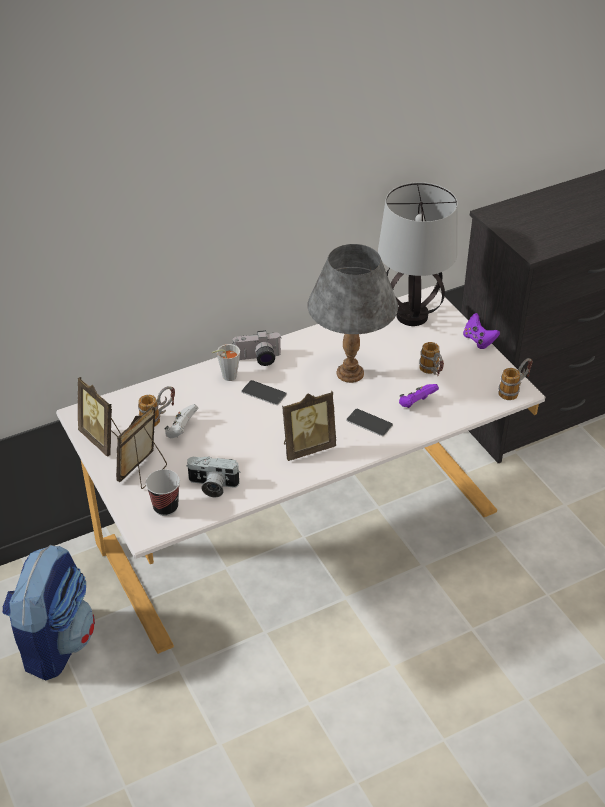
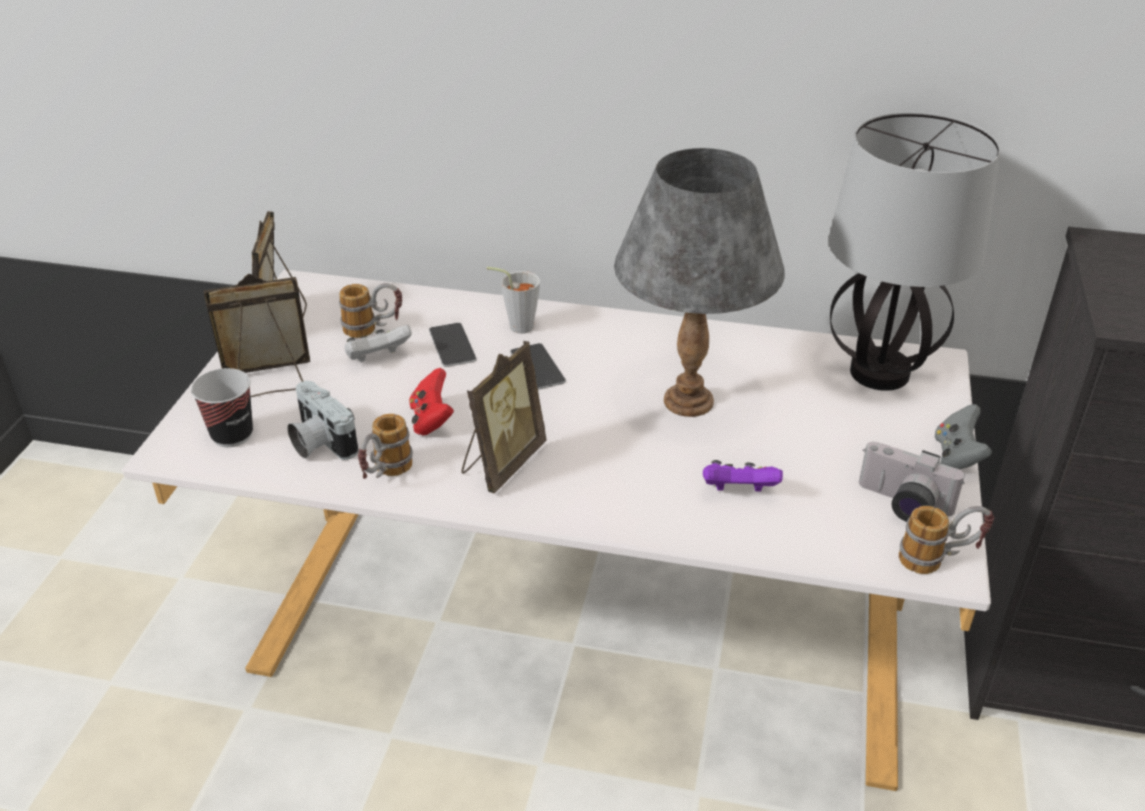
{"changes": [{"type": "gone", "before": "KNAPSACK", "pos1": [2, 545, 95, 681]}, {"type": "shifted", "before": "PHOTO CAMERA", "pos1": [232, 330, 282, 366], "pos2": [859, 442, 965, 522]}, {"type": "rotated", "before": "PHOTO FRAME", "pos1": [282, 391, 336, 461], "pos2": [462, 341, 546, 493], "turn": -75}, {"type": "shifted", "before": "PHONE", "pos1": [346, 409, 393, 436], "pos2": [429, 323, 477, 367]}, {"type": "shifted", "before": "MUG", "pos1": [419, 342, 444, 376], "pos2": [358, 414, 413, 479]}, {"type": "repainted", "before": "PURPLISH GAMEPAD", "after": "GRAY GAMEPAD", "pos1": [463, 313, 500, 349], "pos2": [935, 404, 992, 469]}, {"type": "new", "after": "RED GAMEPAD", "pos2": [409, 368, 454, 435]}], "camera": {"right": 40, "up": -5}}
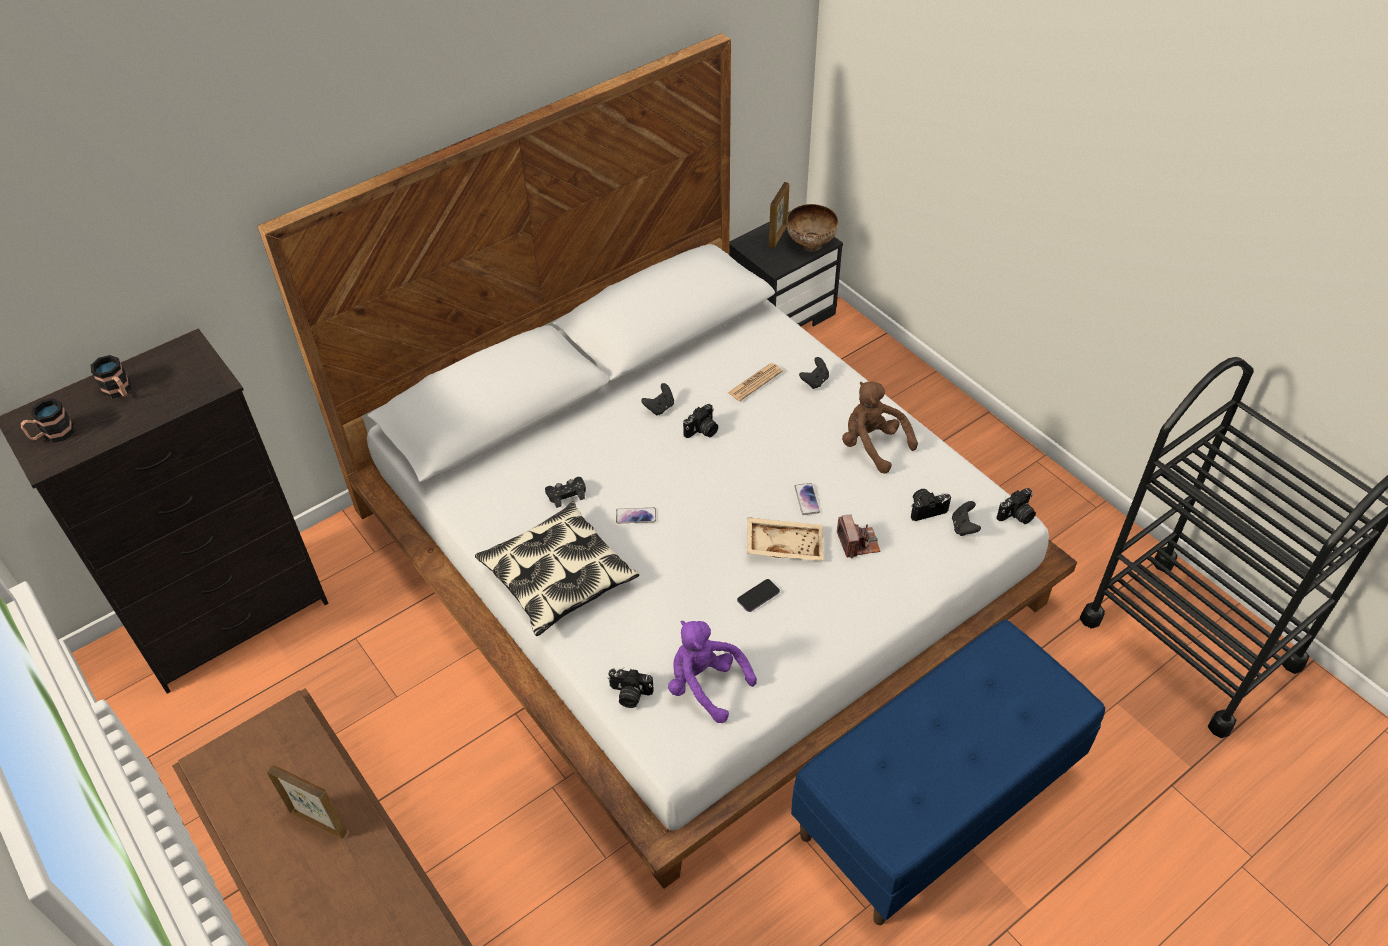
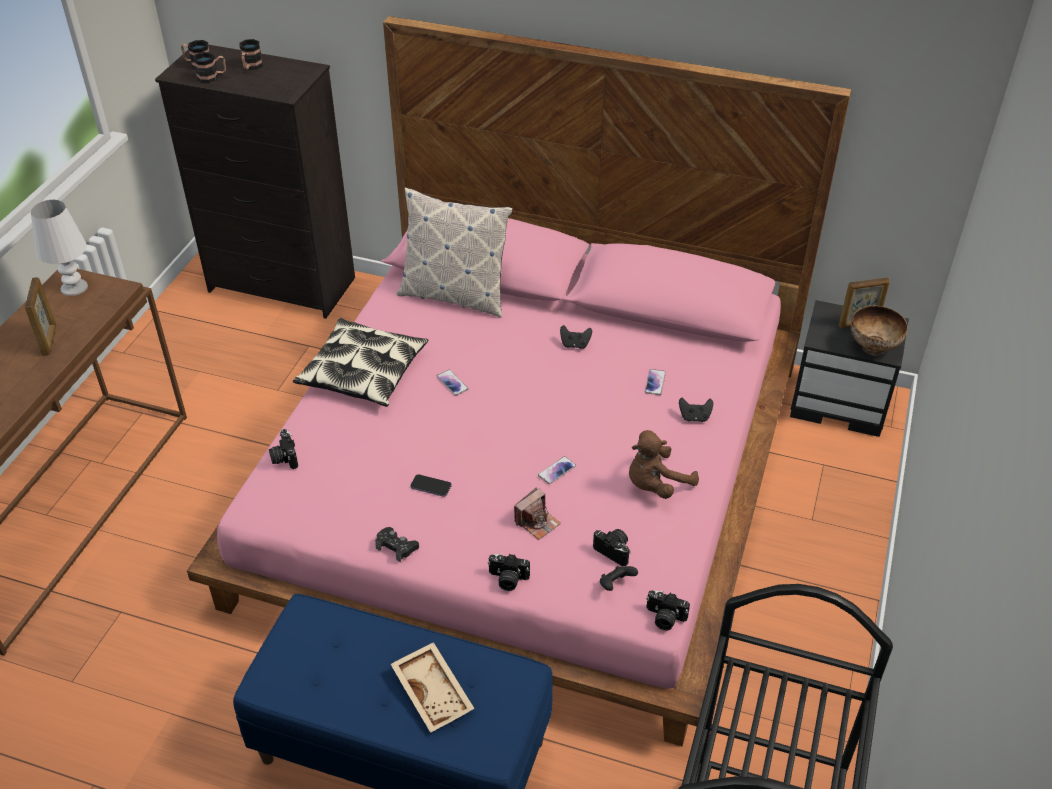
{"changes": [{"type": "repainted", "before": "WHITISH BED", "after": "PINKISH BED", "pos1": [257, 33, 1077, 889], "pos2": [187, 16, 851, 746]}, {"type": "shifted", "before": "BLACK-COLOURED GAMEPAD", "pos1": [545, 477, 586, 508], "pos2": [375, 527, 419, 562]}, {"type": "gone", "before": "PURPLISH PLUSH TOY", "pos1": [668, 621, 757, 723]}, {"type": "shifted", "before": "PHOTO CAMERA", "pos1": [683, 404, 718, 438], "pos2": [488, 553, 530, 591]}, {"type": "swapped", "before": "PRINTED PAPER", "after": "PHONE", "pos1": [728, 363, 783, 401], "pos2": [645, 369, 666, 395]}, {"type": "shifted", "before": "SAND-COLOURED CARRYING TRAY", "pos1": [747, 517, 824, 561], "pos2": [391, 642, 475, 733]}, {"type": "rotated", "before": "BROWN-COLOURED PLUSH TOY", "pos1": [842, 381, 918, 474], "pos2": [629, 430, 699, 499], "turn": -135}, {"type": "new", "after": "WHITISH LAMP FOR A TABLE", "pos2": [31, 200, 88, 296]}, {"type": "new", "after": "MUG", "pos2": [193, 52, 226, 83]}, {"type": "new", "after": "PILLOW", "pos2": [397, 187, 513, 318]}], "camera": {"right": 55, "up": -5}}
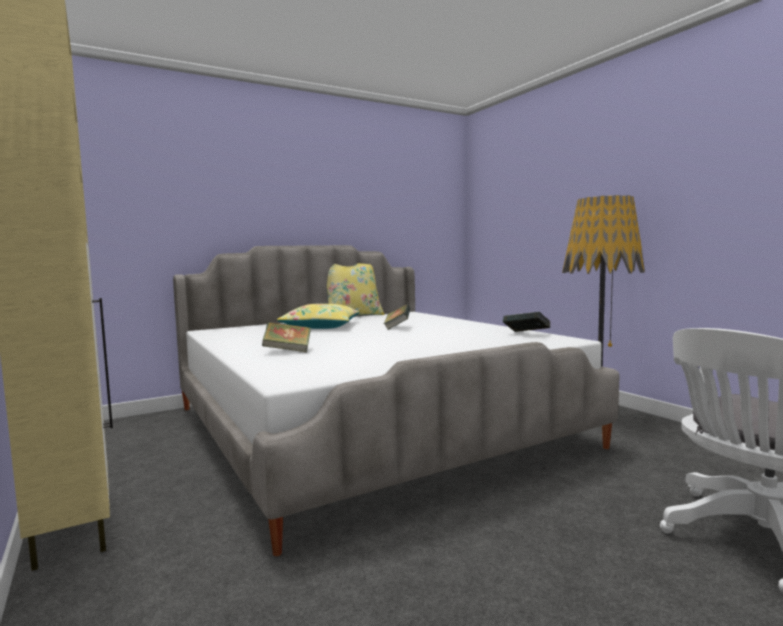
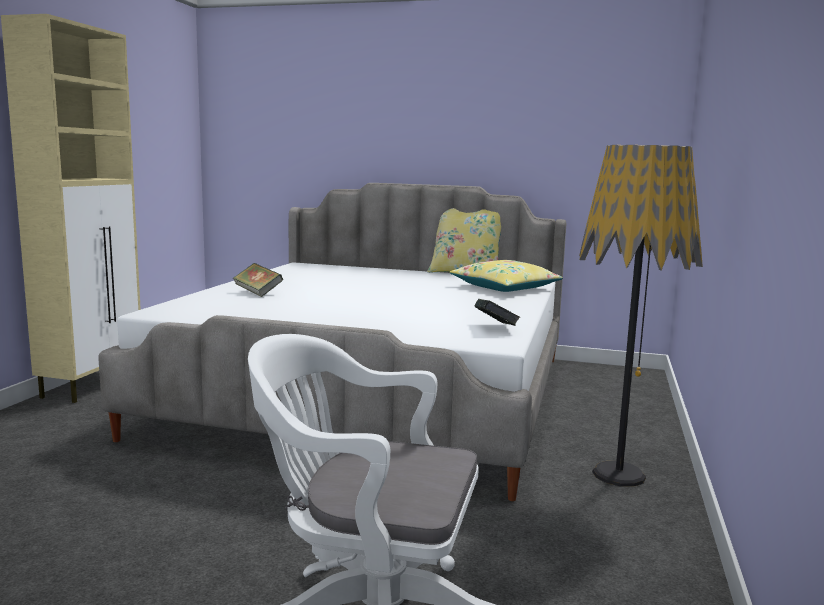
{"changes": [{"type": "shifted", "before": "YELLOW PILLOW", "pos1": [277, 304, 359, 329], "pos2": [449, 260, 563, 292]}, {"type": "gone", "before": "VOLUME", "pos1": [384, 304, 411, 330]}], "camera": {"right": 45, "up": 5}}
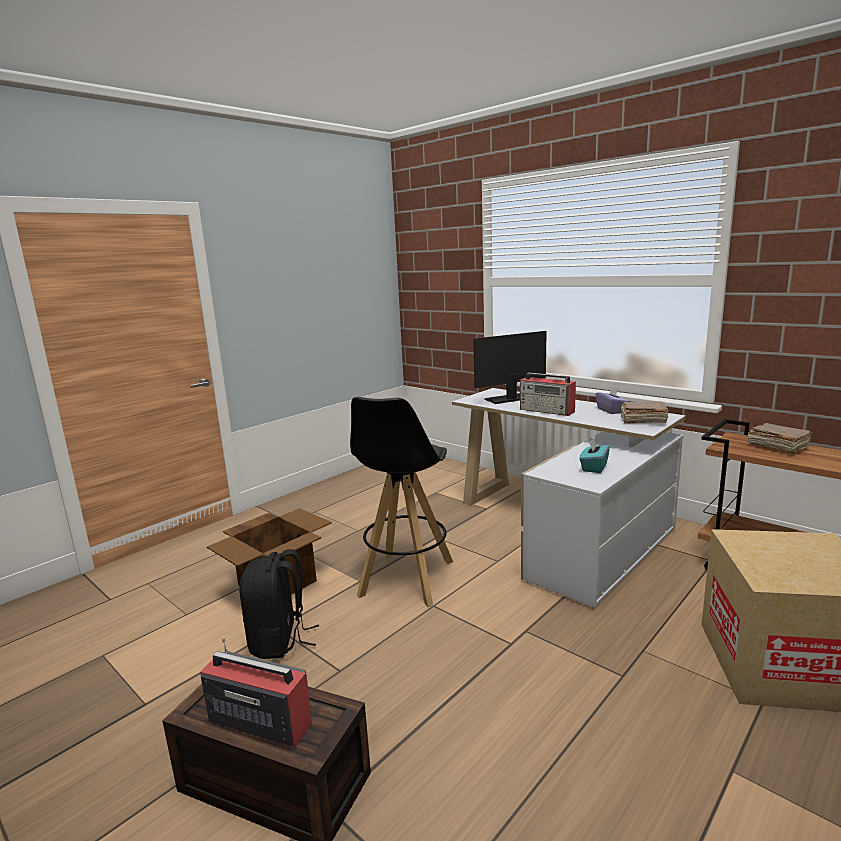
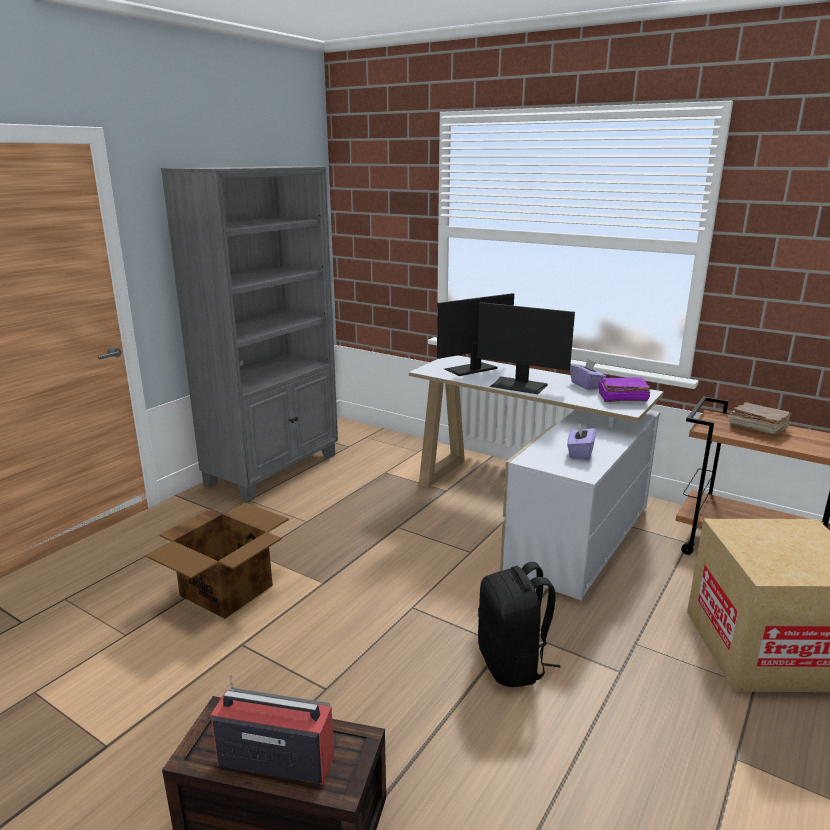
{"changes": [{"type": "shifted", "before": "BLACK-COLOURED KNAPSACK", "pos1": [239, 549, 319, 659], "pos2": [478, 562, 560, 687]}, {"type": "gone", "before": "BLACK-COLOURED STOOL SEAT", "pos1": [350, 397, 453, 607]}, {"type": "swapped", "before": "RADIO SET", "after": "COMPUTER DISPLAY", "pos1": [520, 373, 576, 416], "pos2": [477, 302, 575, 394]}, {"type": "repainted", "before": "TURQUOISE TISSUE BOX", "after": "PURPLISH TISSUE BOX", "pos1": [580, 438, 610, 473], "pos2": [567, 422, 596, 460]}, {"type": "repainted", "before": "BROWN-COLOURED VOLUME", "after": "PURPLISH VOLUME", "pos1": [621, 402, 668, 424], "pos2": [599, 377, 651, 402]}, {"type": "new", "after": "GRAY SHELVING UNIT", "pos2": [161, 166, 338, 502]}], "camera": {"right": -10, "up": 5}}
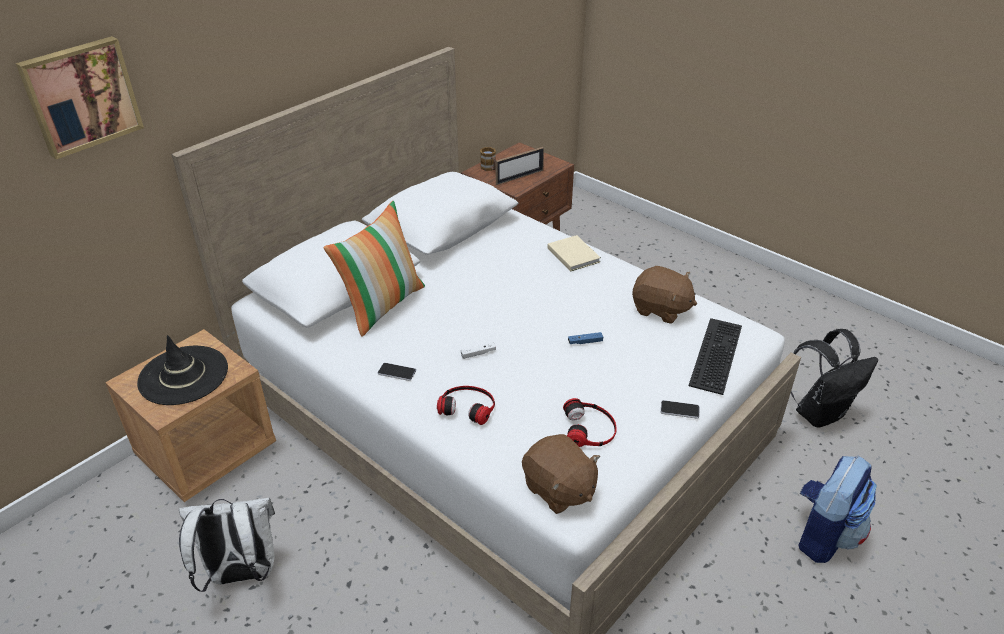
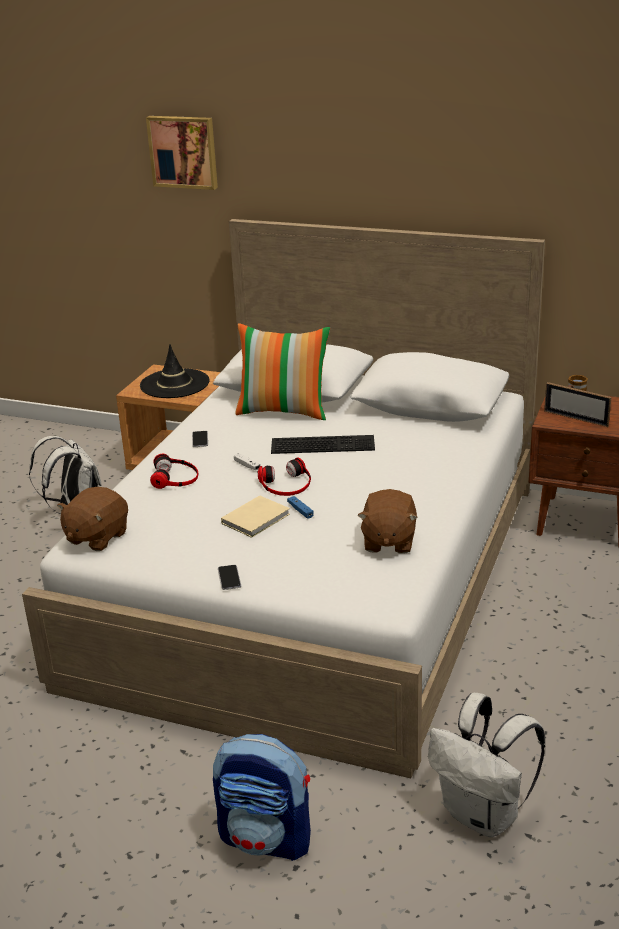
{"changes": [{"type": "shifted", "before": "SAND-COLOURED VOLUME", "pos1": [548, 235, 601, 272], "pos2": [221, 495, 290, 538]}, {"type": "shifted", "before": "HEADPHONES", "pos1": [563, 398, 617, 447], "pos2": [258, 458, 311, 496]}, {"type": "shifted", "before": "PC KEYBOARD", "pos1": [689, 318, 742, 395], "pos2": [271, 435, 375, 454]}, {"type": "repainted", "before": "BLACK-COLOURED KNAPSACK", "after": "WHITISH KNAPSACK", "pos1": [791, 329, 878, 428], "pos2": [428, 693, 545, 837]}], "camera": {"right": 70, "up": -10}}
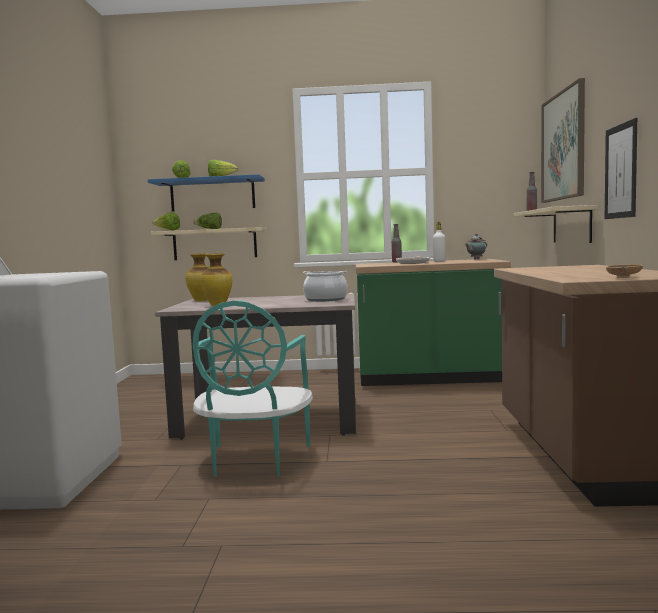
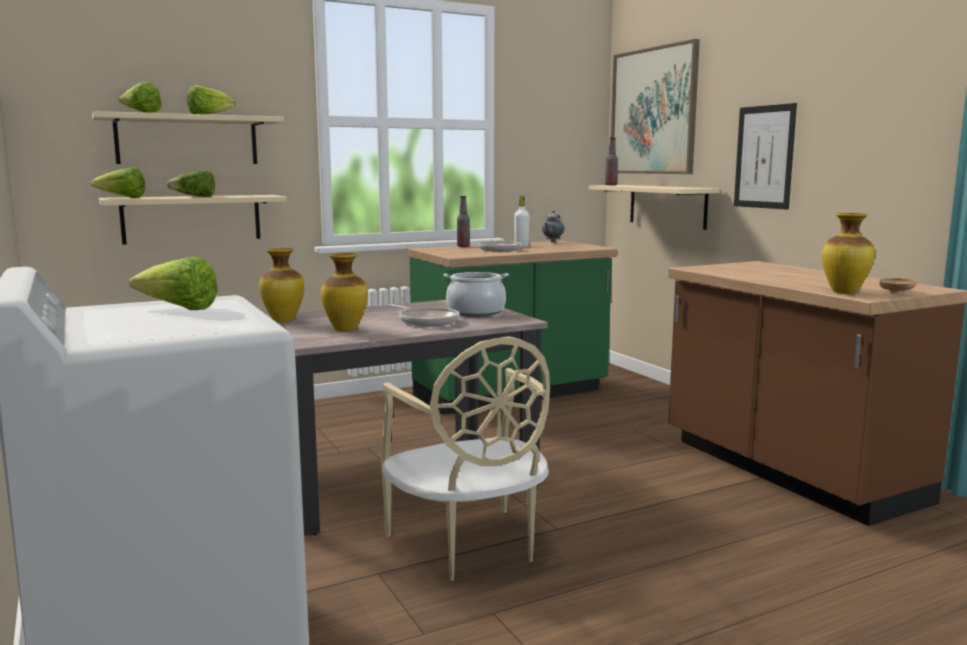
{"changes": [{"type": "repainted", "before": "BLUISH SHELF", "after": "SAND-COLOURED SHELF", "pos1": [148, 174, 265, 212], "pos2": [92, 111, 284, 164]}, {"type": "repainted", "before": "TURQUOISE UPRIGHT CHAIR", "after": "SAND-COLOURED UPRIGHT CHAIR", "pos1": [193, 301, 313, 477], "pos2": [381, 336, 550, 581]}, {"type": "new", "after": "LETTUCE", "pos2": [129, 257, 218, 310]}, {"type": "new", "after": "SKILLET", "pos2": [388, 304, 460, 327]}, {"type": "new", "after": "FLOWER VASE", "pos2": [822, 213, 875, 294]}], "camera": {"right": -30, "up": 5}}
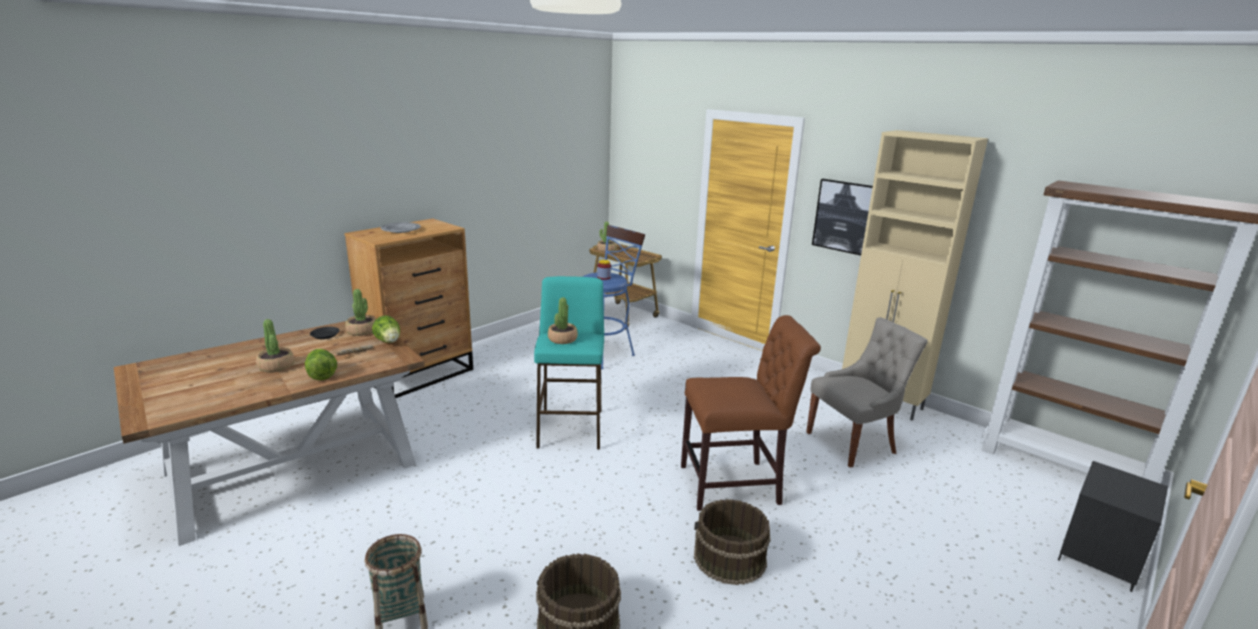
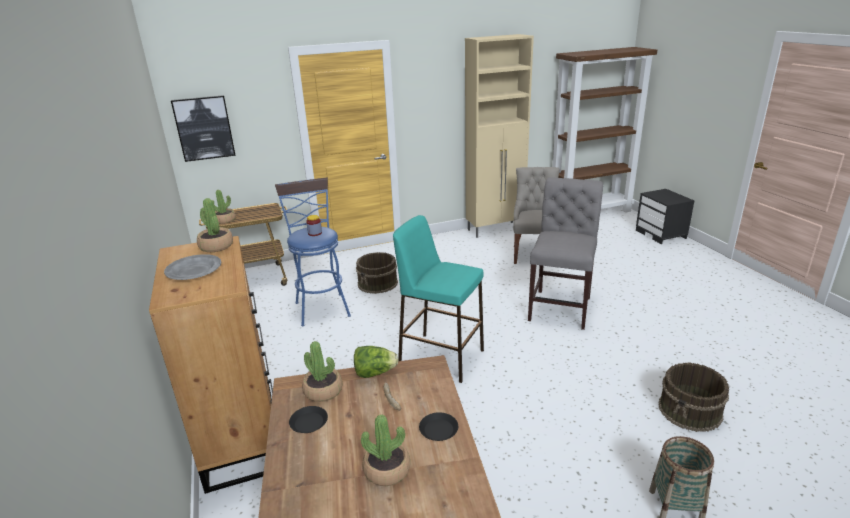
{"changes": [{"type": "swapped", "before": "LETTUCE", "after": "BLACK-COLOURED DINNER PLATE", "pos1": [305, 349, 337, 380], "pos2": [419, 412, 458, 441]}, {"type": "shifted", "before": "POTTED PLANT", "pos1": [548, 297, 578, 344], "pos2": [197, 198, 233, 252]}, {"type": "repainted", "before": "BROWN-COLOURED UPRIGHT CHAIR", "after": "GRAY UPRIGHT CHAIR", "pos1": [681, 315, 821, 511], "pos2": [528, 177, 603, 330]}, {"type": "shifted", "before": "BROWN-COLOURED BUCKET", "pos1": [694, 499, 771, 585], "pos2": [356, 252, 398, 294]}, {"type": "shifted", "before": "WALL ART", "pos1": [812, 179, 873, 255], "pos2": [171, 95, 236, 162]}], "camera": {"right": -60, "up": 5}}
